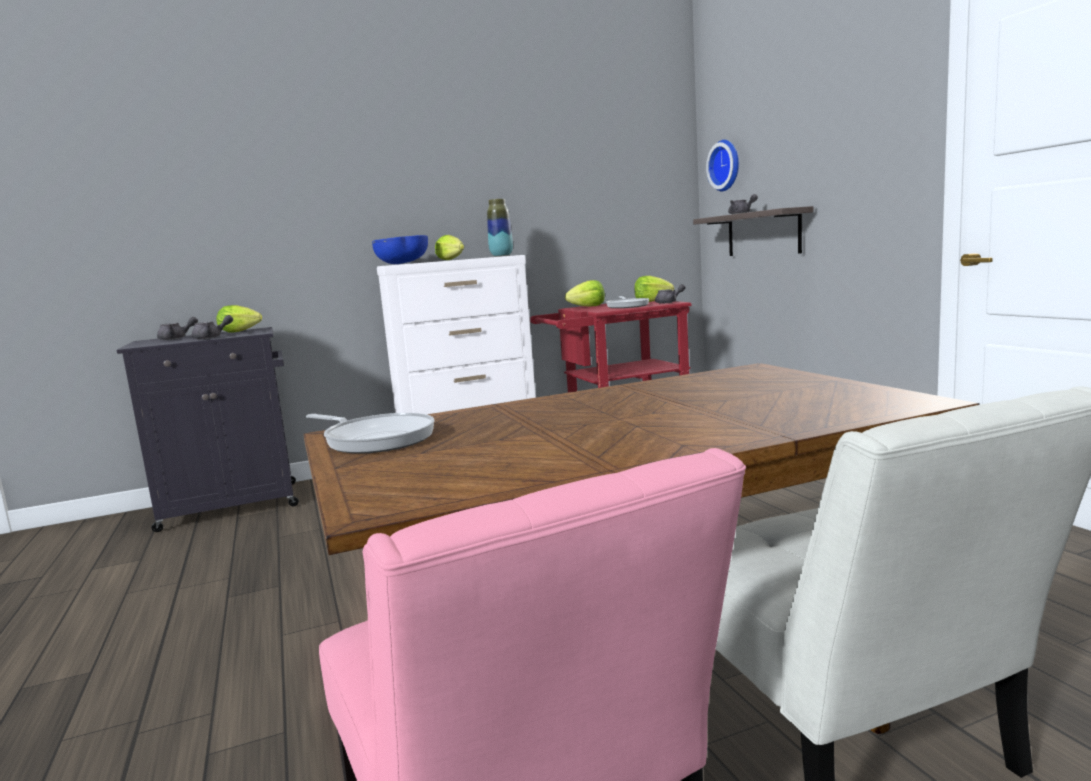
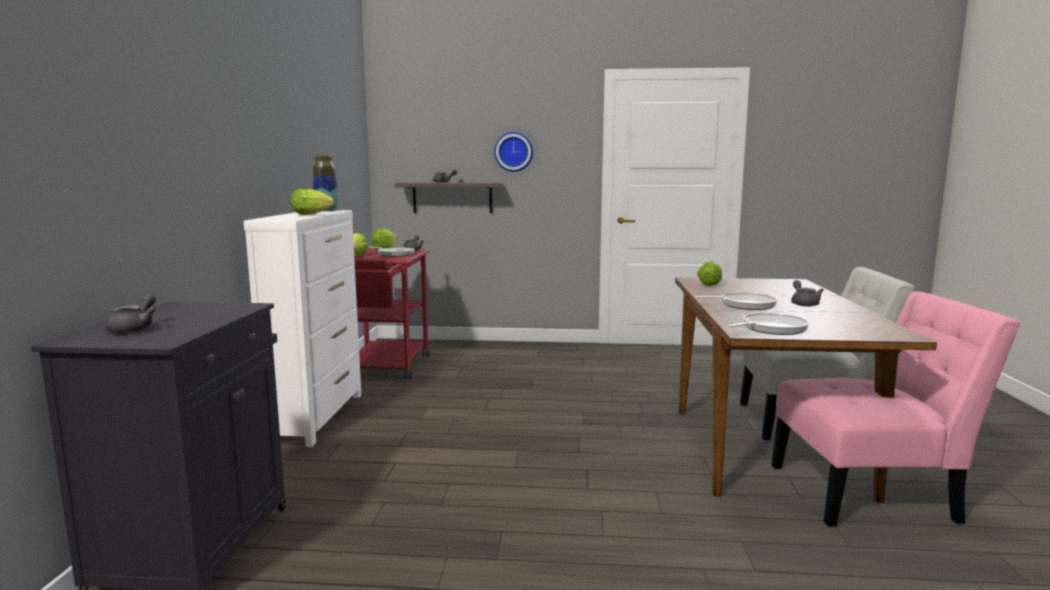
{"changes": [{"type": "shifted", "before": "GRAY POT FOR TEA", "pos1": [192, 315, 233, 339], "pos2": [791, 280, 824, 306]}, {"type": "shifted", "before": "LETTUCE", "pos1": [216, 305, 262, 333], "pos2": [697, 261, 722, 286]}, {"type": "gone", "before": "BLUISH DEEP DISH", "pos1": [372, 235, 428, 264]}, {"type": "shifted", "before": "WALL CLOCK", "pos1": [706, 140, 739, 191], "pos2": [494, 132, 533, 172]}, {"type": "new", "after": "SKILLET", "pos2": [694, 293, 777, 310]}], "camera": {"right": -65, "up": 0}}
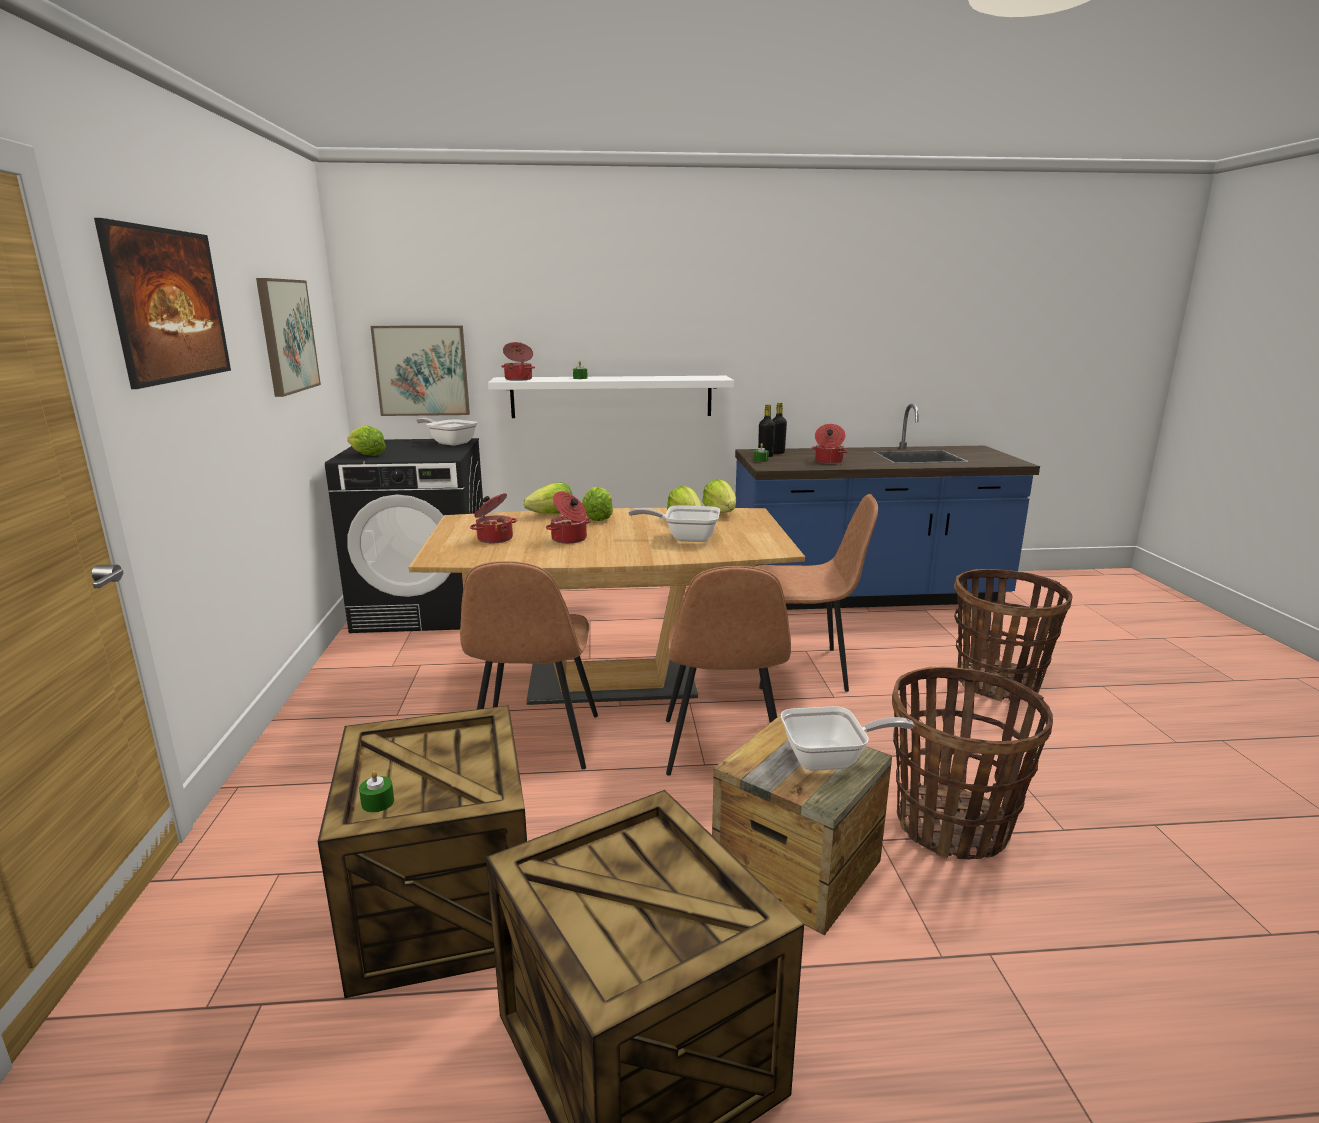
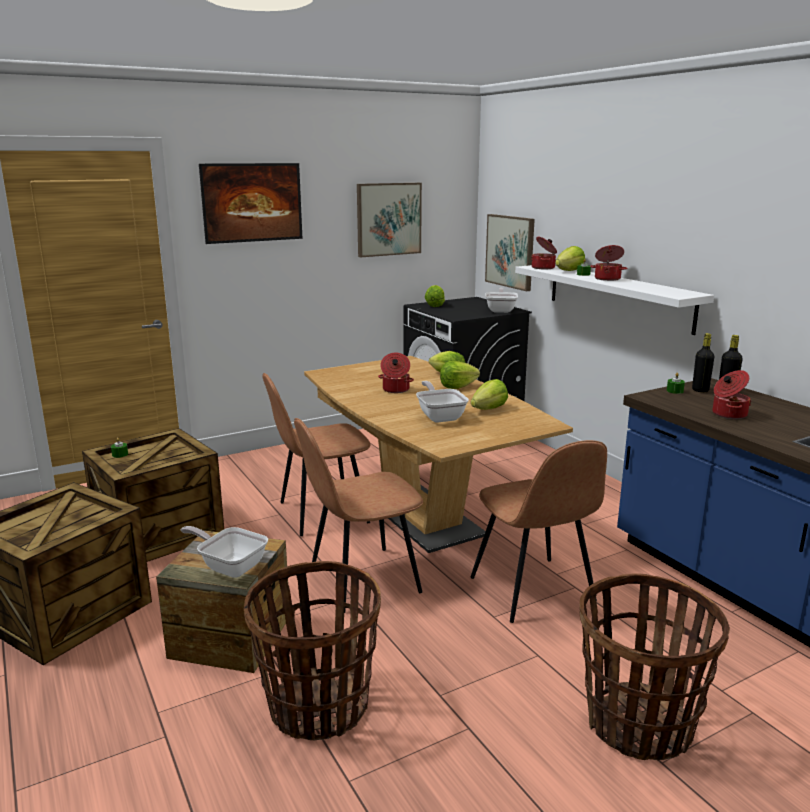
{"changes": [{"type": "shifted", "before": "COOKING POT", "pos1": [470, 493, 517, 543], "pos2": [590, 245, 627, 281]}, {"type": "shifted", "before": "LETTUCE", "pos1": [702, 479, 736, 513], "pos2": [555, 246, 585, 271]}, {"type": "rotated", "before": "SKILLET", "pos1": [780, 706, 914, 771], "pos2": [181, 526, 268, 578], "turn": 150}], "camera": {"right": 65, "up": 0}}
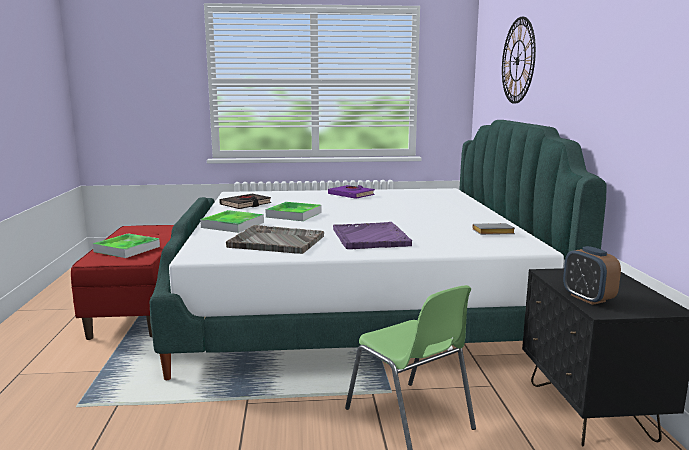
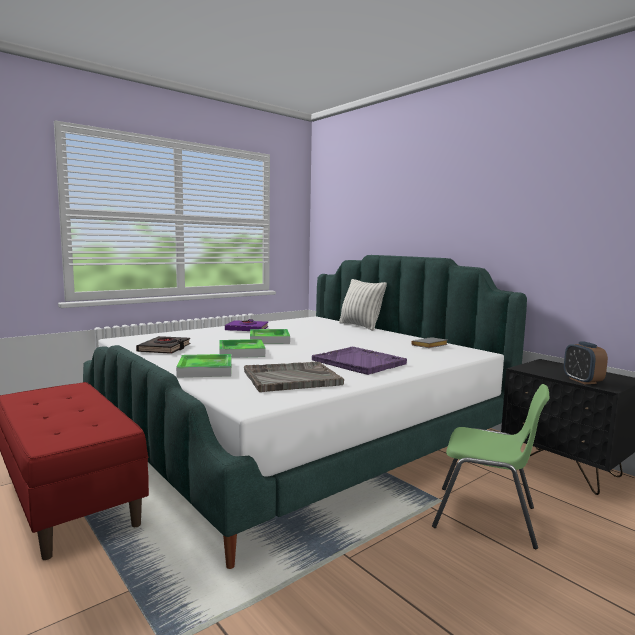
{"changes": [{"type": "shifted", "before": "CARRYING TRAY", "pos1": [93, 233, 160, 258], "pos2": [250, 329, 290, 344]}, {"type": "gone", "before": "WALL CLOCK", "pos1": [502, 17, 536, 104]}, {"type": "rotated", "before": "TABLE CLOCK", "pos1": [563, 246, 621, 305], "pos2": [564, 341, 608, 384], "turn": 45}, {"type": "new", "after": "PILLOW", "pos2": [339, 279, 387, 331]}], "camera": {"right": -35, "up": -5}}
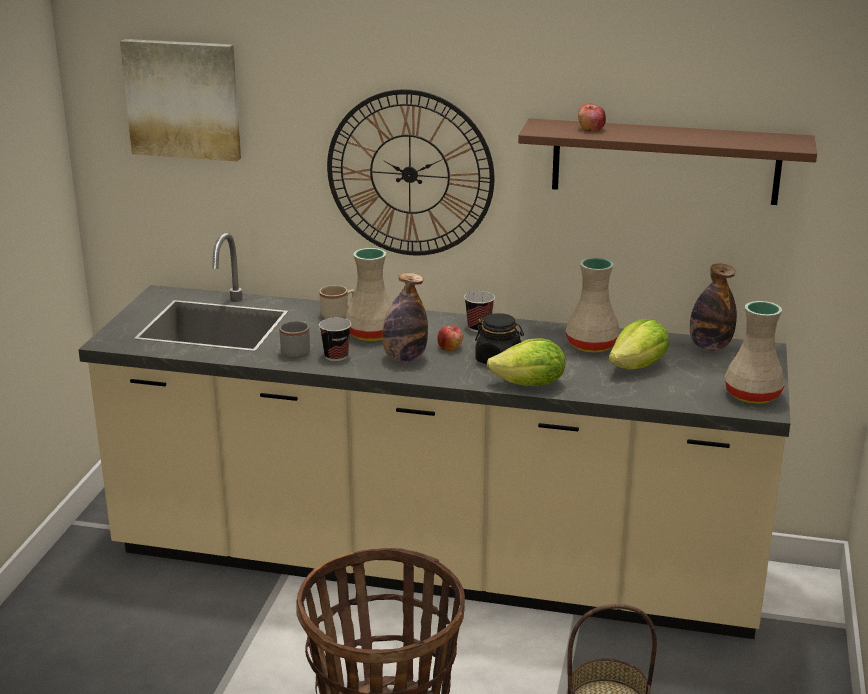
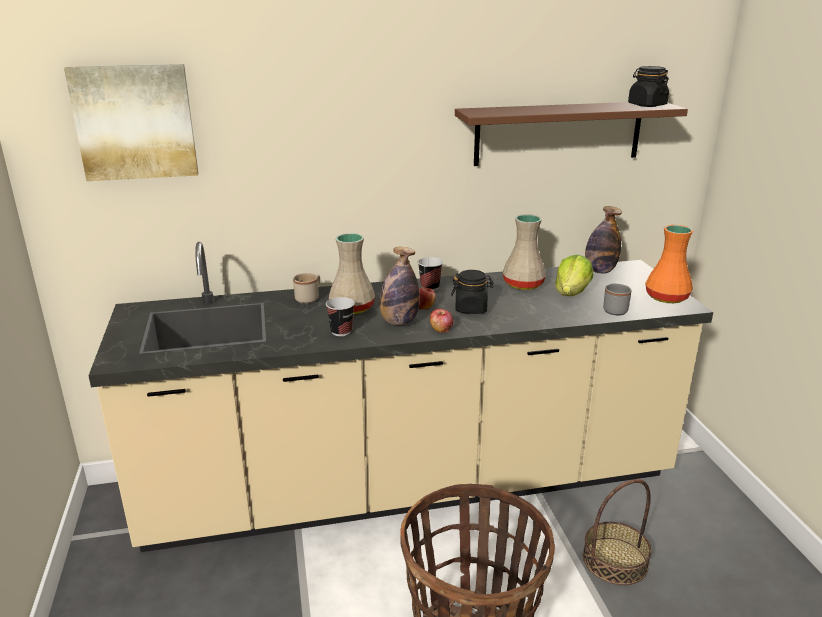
{"changes": [{"type": "shifted", "before": "GRAY MUG", "pos1": [279, 321, 310, 359], "pos2": [603, 284, 632, 315]}, {"type": "gone", "before": "WALL CLOCK", "pos1": [327, 89, 495, 256]}, {"type": "gone", "before": "LETTUCE", "pos1": [487, 338, 565, 386]}, {"type": "shifted", "before": "APPLE", "pos1": [578, 104, 606, 132], "pos2": [430, 309, 453, 333]}, {"type": "repainted", "before": "SAND-COLOURED FLOWER VASE", "after": "ORANGE FLOWER VASE", "pos1": [725, 301, 785, 404], "pos2": [645, 225, 693, 303]}, {"type": "new", "after": "BLACK-COLOURED PRESERVE JAR", "pos2": [628, 66, 669, 107]}], "camera": {"right": -25, "up": 0}}
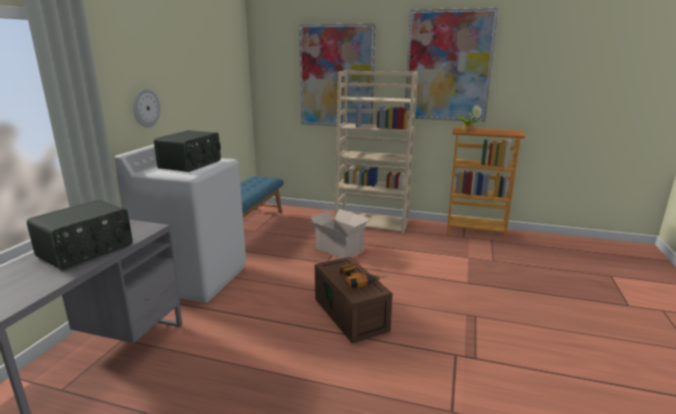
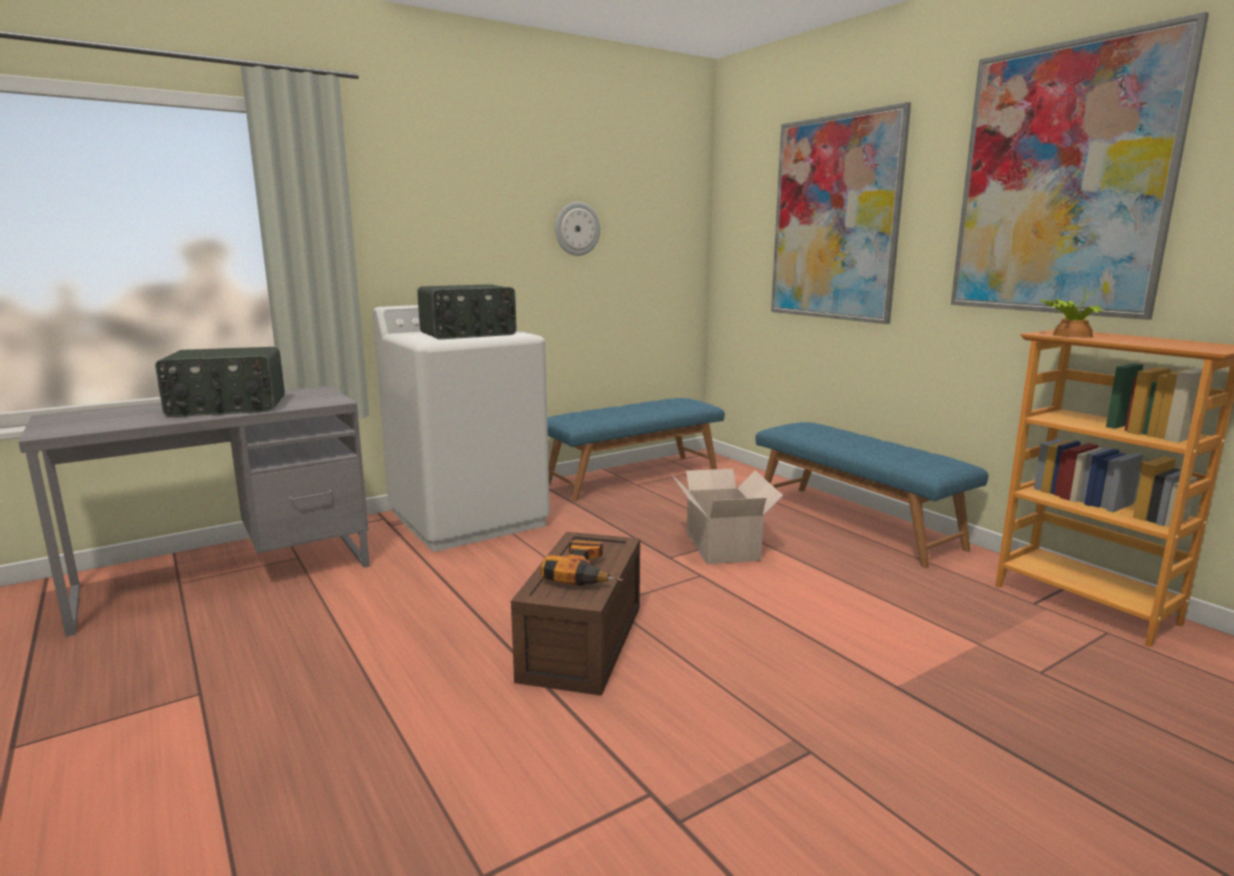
{"changes": [{"type": "shifted", "before": "WALL CLOCK", "pos1": [133, 88, 160, 128], "pos2": [555, 202, 600, 256]}, {"type": "swapped", "before": "SAND-COLOURED SHELVING UNIT", "after": "BLUISH BENCH", "pos1": [334, 71, 418, 234], "pos2": [755, 422, 988, 568]}], "camera": {"right": 40, "up": -5}}
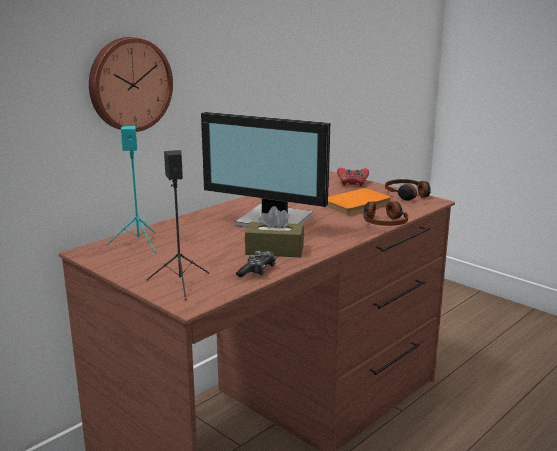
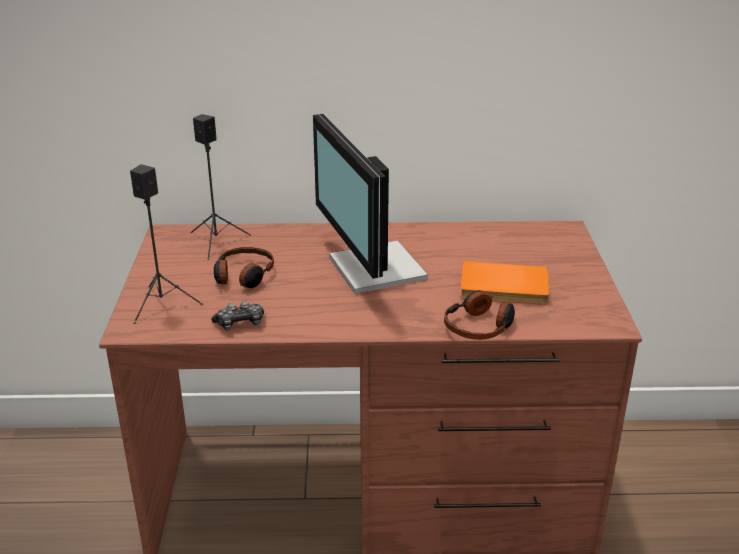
{"changes": [{"type": "gone", "before": "WALL CLOCK", "pos1": [89, 37, 173, 132]}, {"type": "repainted", "before": "TURQUOISE AUDIO SPEAKER", "after": "BLACK-COLOURED AUDIO SPEAKER", "pos1": [106, 126, 156, 253], "pos2": [190, 114, 251, 260]}, {"type": "gone", "before": "BROWN-COLOURED TISSUE BOX", "pos1": [245, 206, 304, 257]}, {"type": "gone", "before": "RED GAMEPAD", "pos1": [337, 168, 369, 186]}, {"type": "shifted", "before": "HEADPHONES", "pos1": [385, 179, 431, 201], "pos2": [214, 247, 274, 288]}], "camera": {"right": 45, "up": 10}}
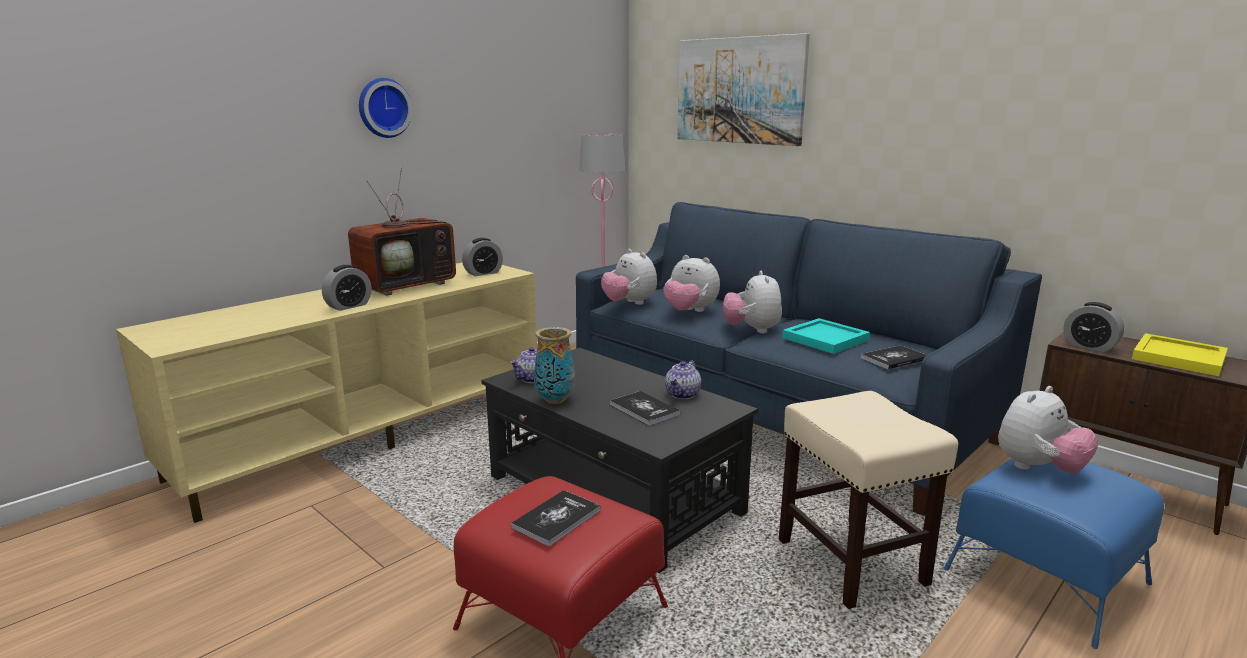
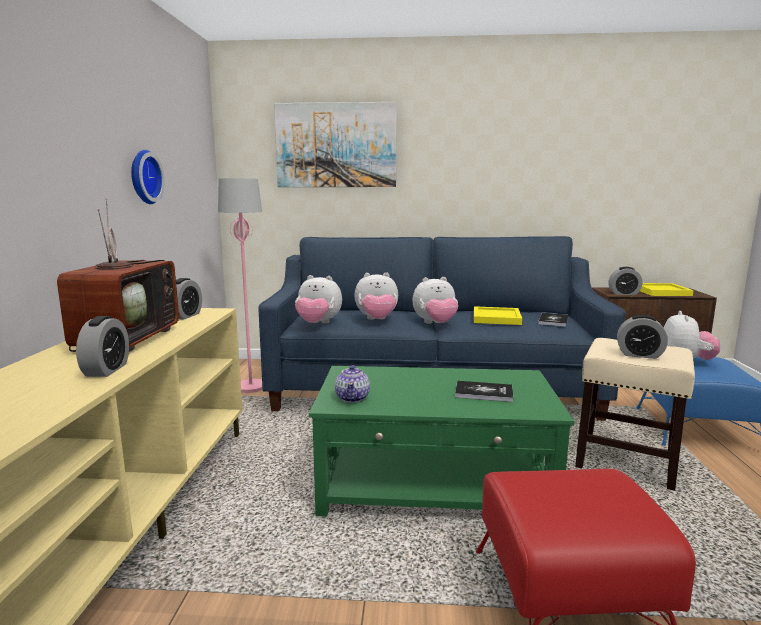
{"changes": [{"type": "shifted", "before": "WALL CLOCK", "pos1": [359, 78, 412, 138], "pos2": [131, 150, 165, 204]}, {"type": "repainted", "before": "BLACK-COLOURED LOW TABLE", "after": "GREEN-COLOURED LOW TABLE", "pos1": [481, 348, 758, 573], "pos2": [309, 366, 575, 517]}, {"type": "gone", "before": "VOLUME", "pos1": [511, 490, 601, 546]}, {"type": "gone", "before": "FLOWER VASE", "pos1": [534, 327, 575, 404]}, {"type": "gone", "before": "POT FOR TEA", "pos1": [665, 360, 701, 399]}, {"type": "rotated", "before": "PLUSH TOY", "pos1": [723, 271, 782, 334], "pos2": [413, 277, 458, 324], "turn": -60}, {"type": "repainted", "before": "TURQUOISE CARRYING TRAY", "after": "YELLOW CARRYING TRAY", "pos1": [782, 318, 870, 354], "pos2": [474, 306, 522, 325]}, {"type": "new", "after": "TABLE CLOCK", "pos2": [617, 315, 668, 359]}], "camera": {"right": -40, "up": -5}}
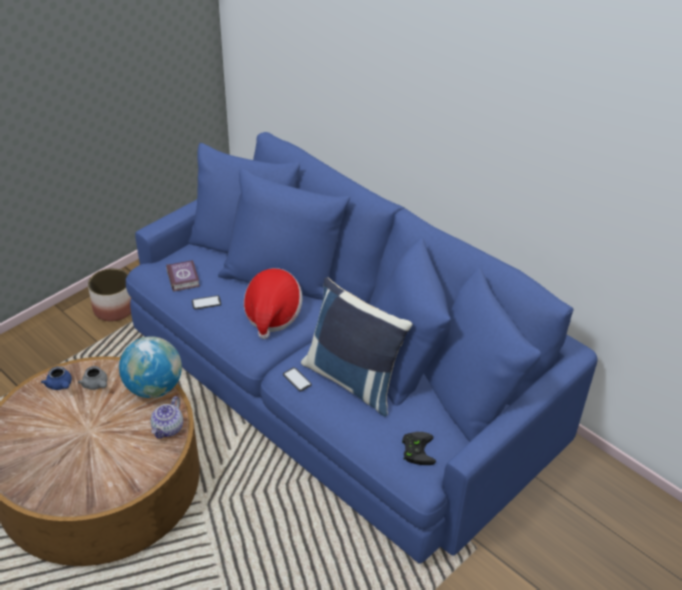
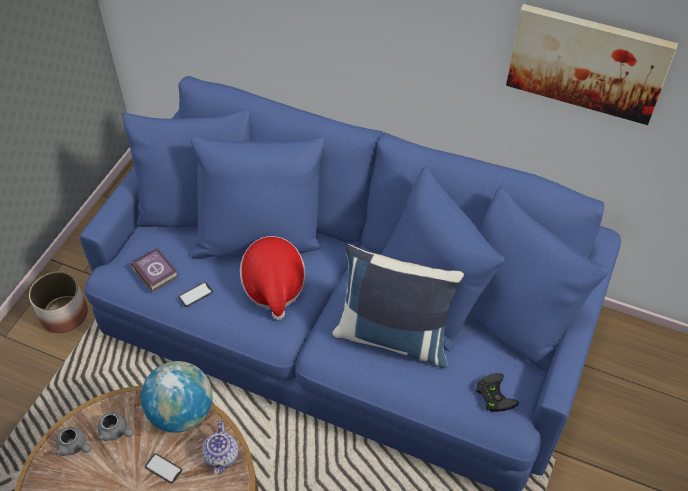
{"changes": [{"type": "repainted", "before": "BLUISH POT FOR TEA", "after": "GRAY POT FOR TEA", "pos1": [41, 366, 72, 390], "pos2": [55, 427, 91, 456]}, {"type": "shifted", "before": "PHONE", "pos1": [283, 367, 312, 391], "pos2": [145, 453, 182, 483]}, {"type": "new", "after": "WALL ART", "pos2": [506, 4, 678, 125]}], "camera": {"right": -20, "up": 10}}
